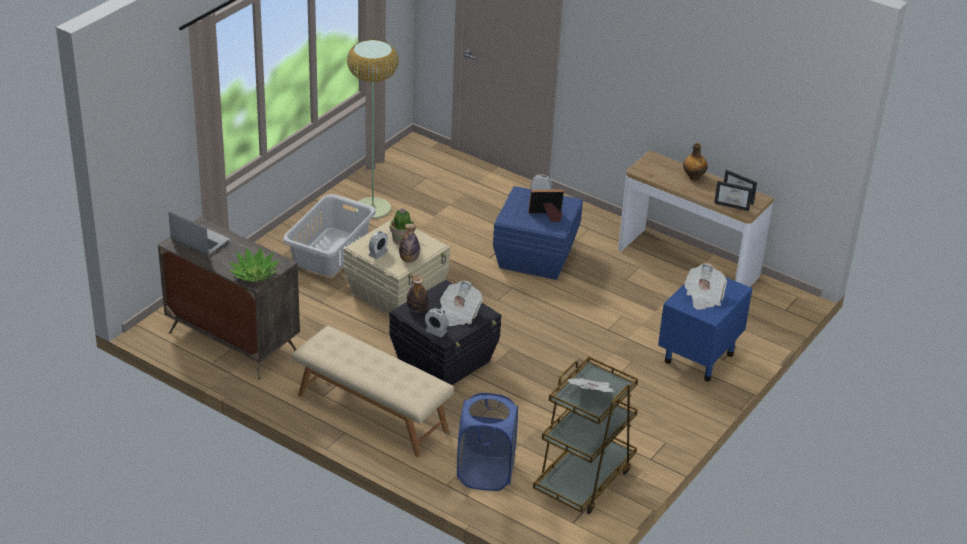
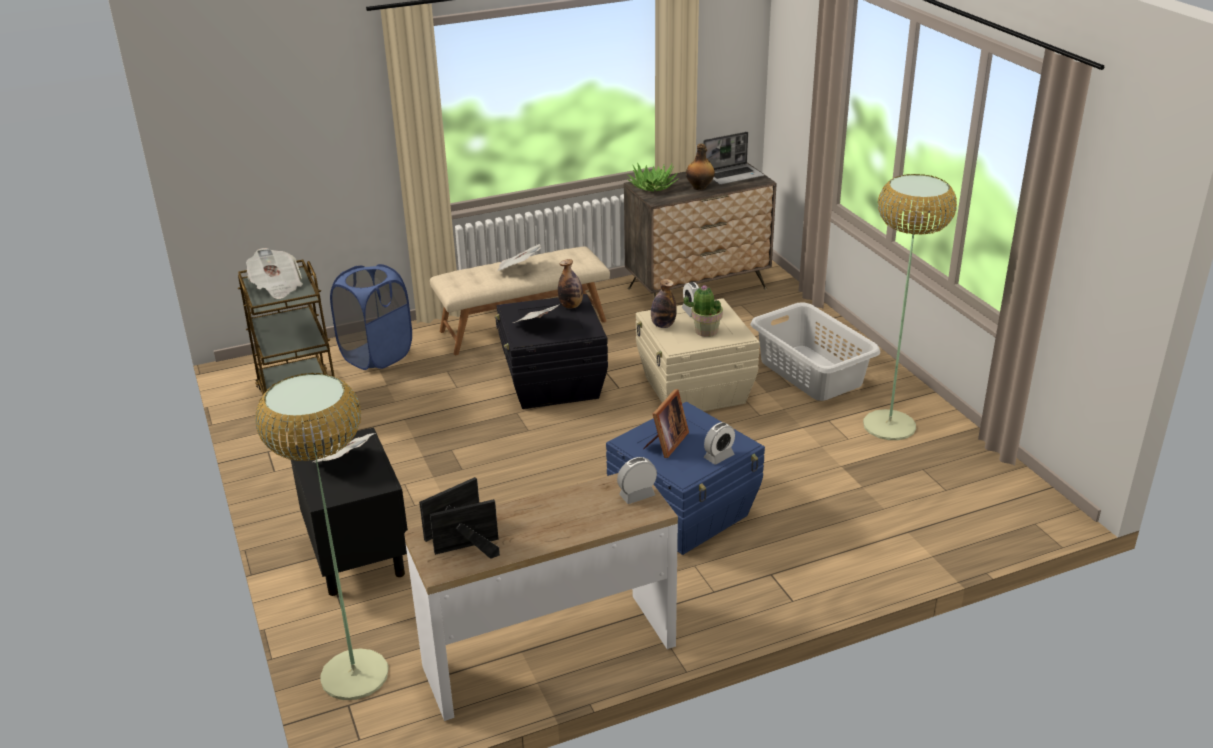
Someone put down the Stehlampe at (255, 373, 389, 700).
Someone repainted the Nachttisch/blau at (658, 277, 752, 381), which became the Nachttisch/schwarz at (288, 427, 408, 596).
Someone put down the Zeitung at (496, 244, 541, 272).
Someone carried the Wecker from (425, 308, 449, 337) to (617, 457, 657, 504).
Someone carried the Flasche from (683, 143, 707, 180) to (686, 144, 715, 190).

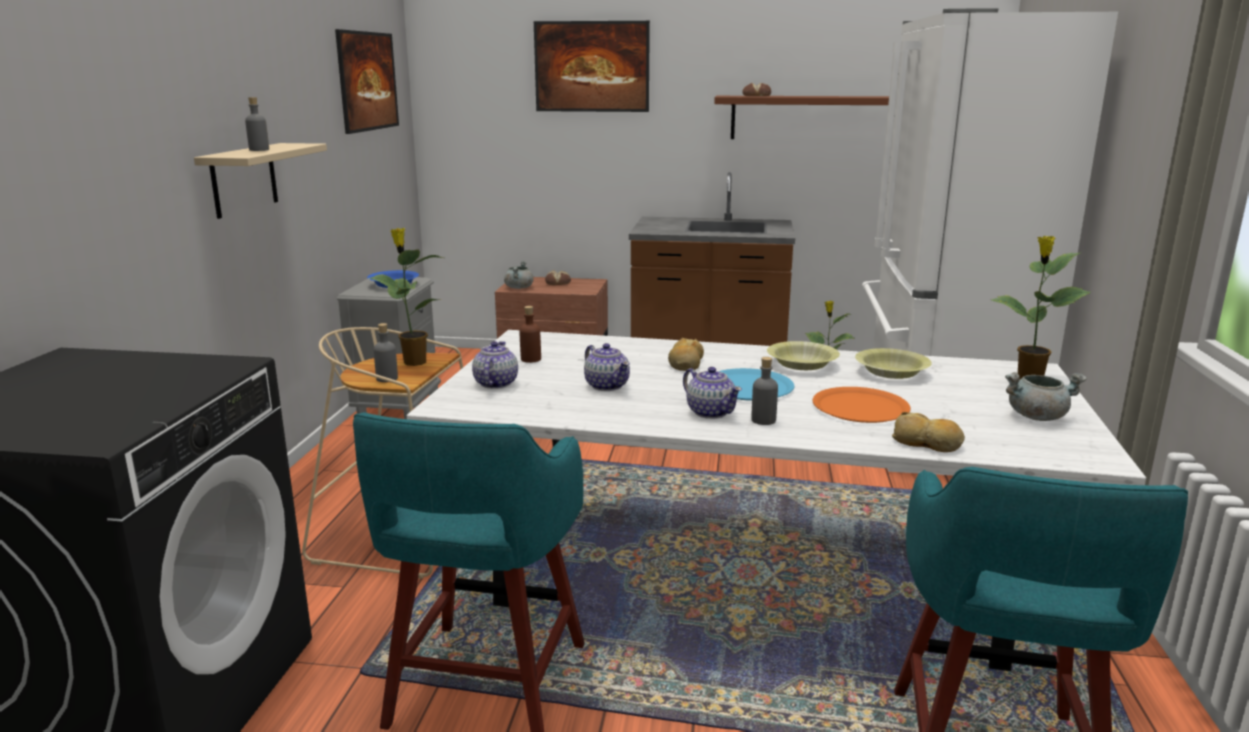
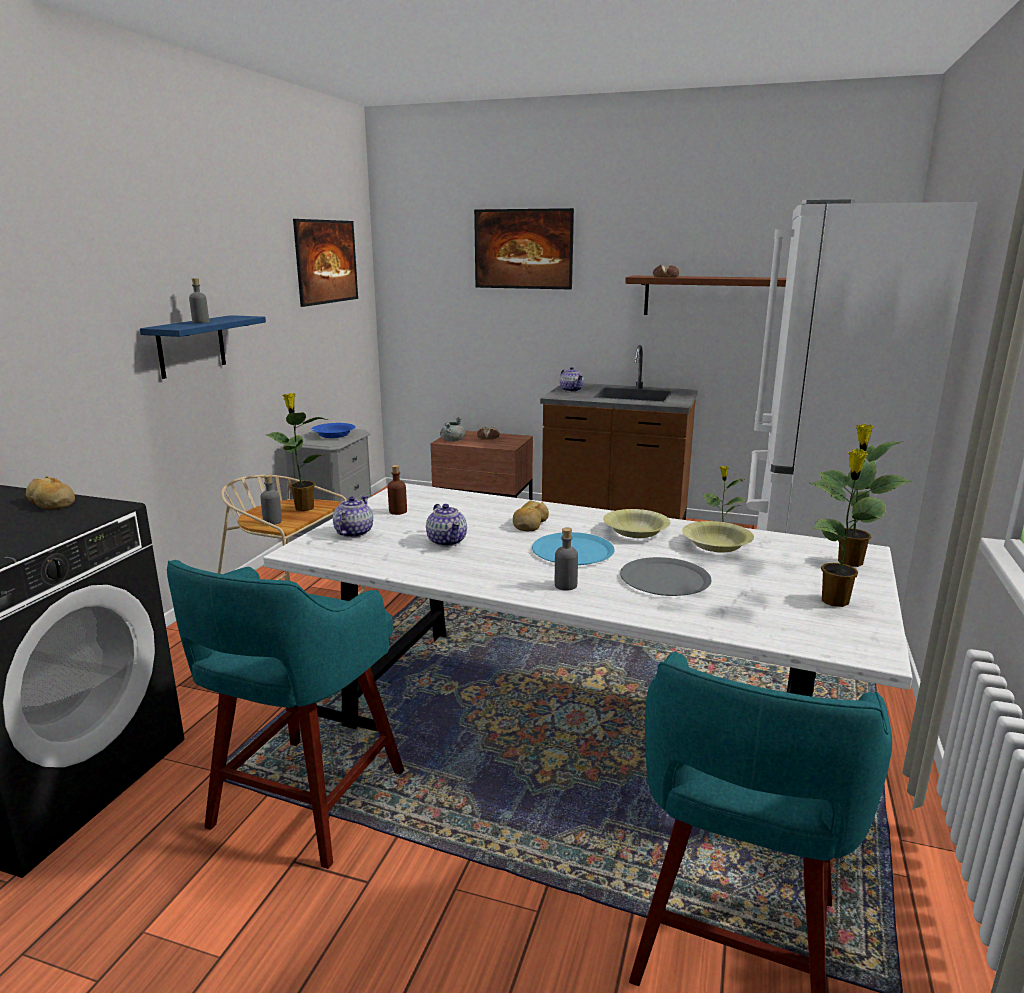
Someone carried the Brot from (892, 412, 965, 452) to (26, 477, 75, 509).
Someone repainted the Wandregal/beige at (194, 143, 327, 219), which became the Wandregal/blau at (140, 315, 266, 379).
Someone carried the Teekanne from (683, 367, 742, 419) to (560, 367, 584, 392).
Someone repainted the Teller/orange at (812, 387, 911, 423), which became the Teller/grau at (620, 557, 711, 596).
Someone swapped the Kochtopf/grau at (1005, 372, 1087, 421) for the Topfpflanze at (812, 449, 886, 607).

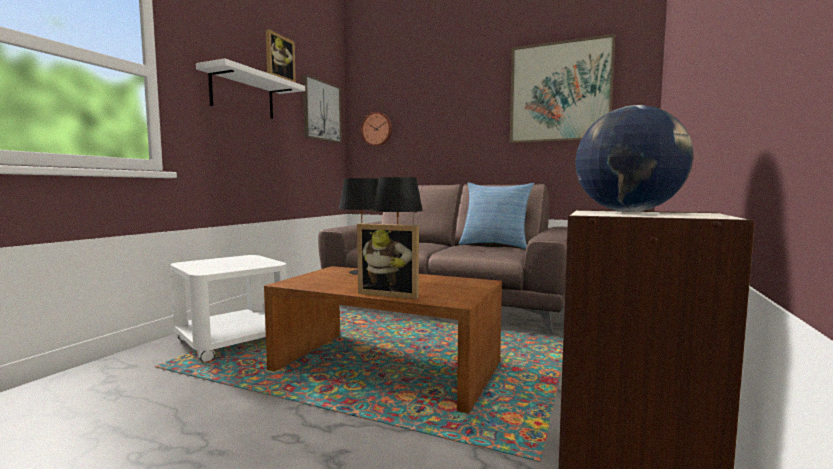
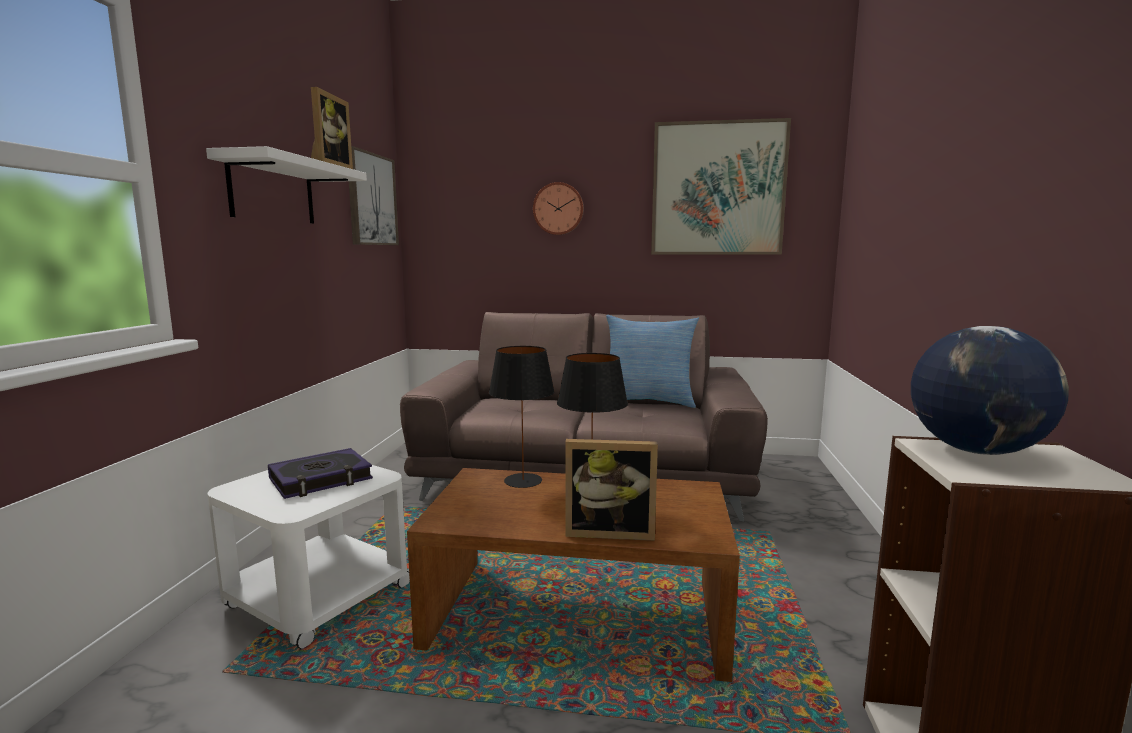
Someone put down the Buch at (268, 448, 373, 499).
Someone carried the Wanduhr from (361, 112, 392, 146) to (533, 182, 584, 235).

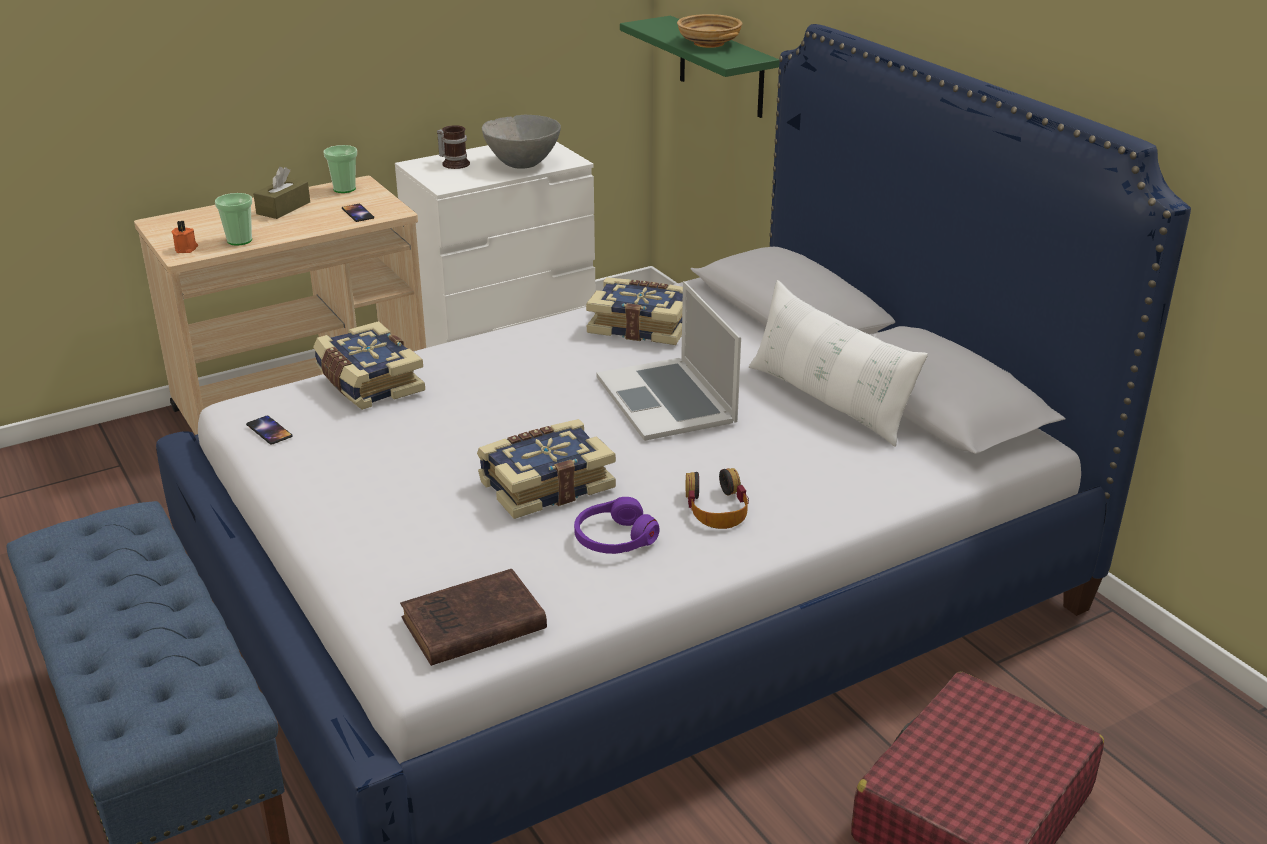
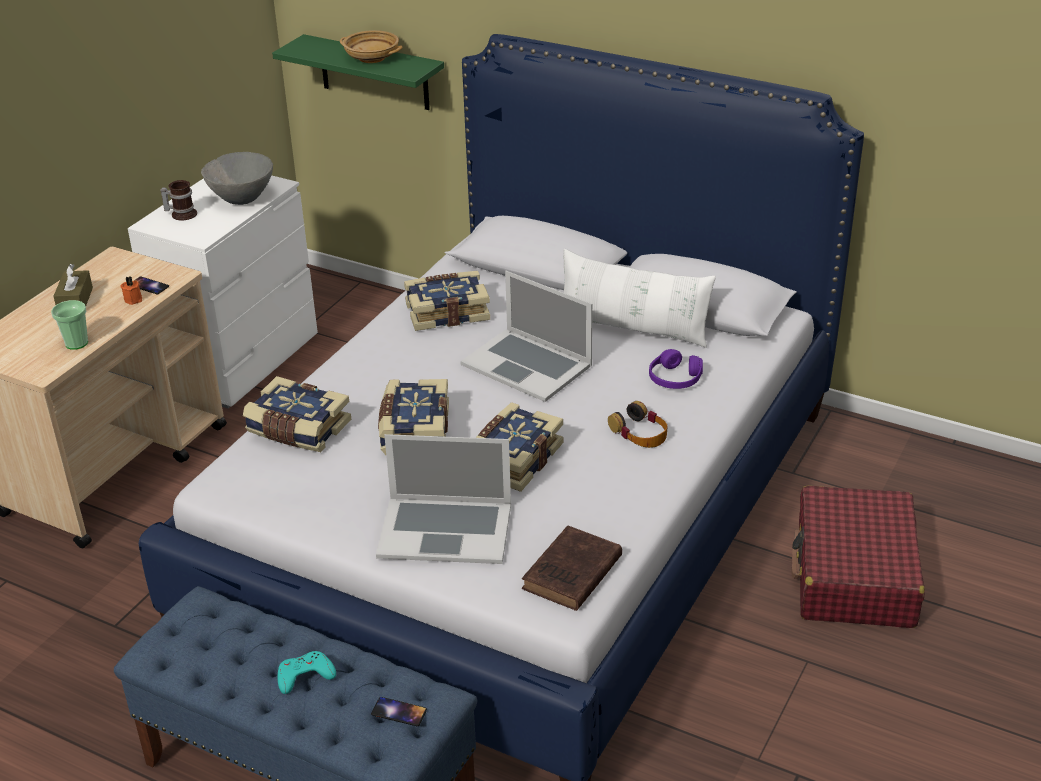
Someone carried the Kerze/orange from (171, 220, 198, 253) to (121, 276, 142, 305).
Someone put down the Gamepad/türkis at (278, 651, 336, 694).
Someone carried the Handy from (246, 416, 293, 445) to (371, 697, 427, 726).
Someone put down the Laptop at (376, 434, 511, 564).
Someone put down the Buch at (378, 379, 449, 455).
Someone carried the Kopfhörer/lila from (574, 497, 660, 554) to (649, 349, 703, 389).
Someone took away the Tasse at (323, 145, 357, 193).

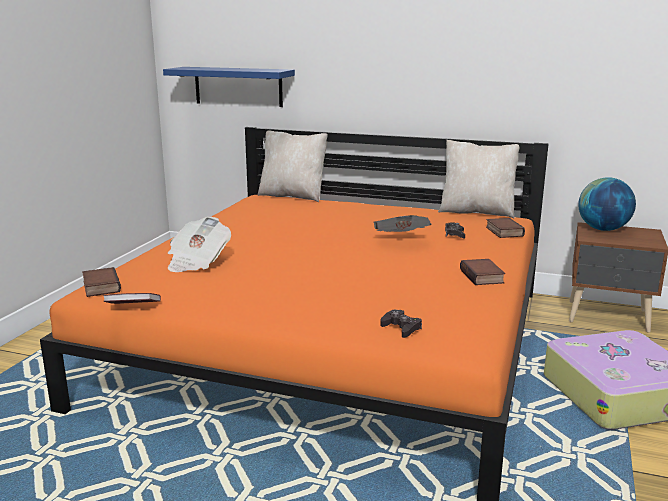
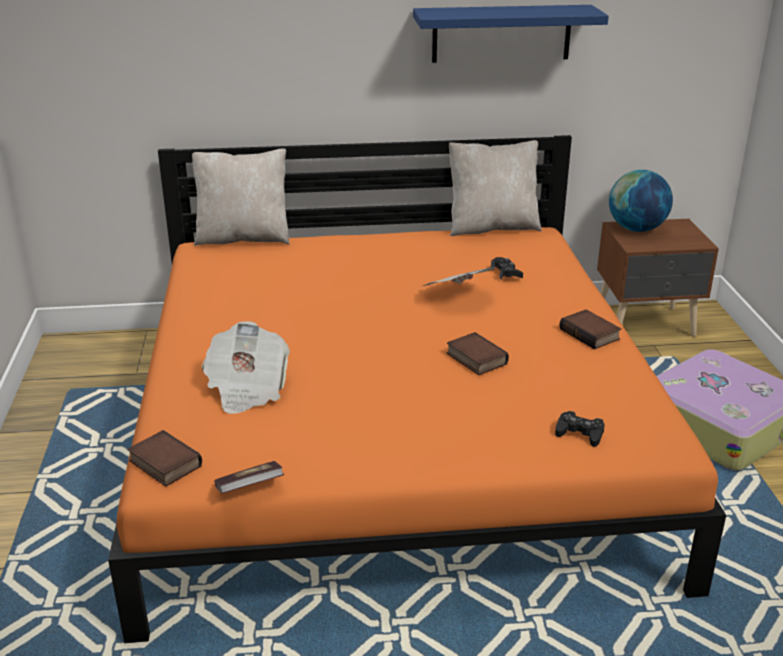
Someone carried the Wandregal/blau from (163, 67, 295, 107) to (413, 5, 609, 63).
Someone carried the Buch from (486, 218, 525, 238) to (447, 332, 509, 375).

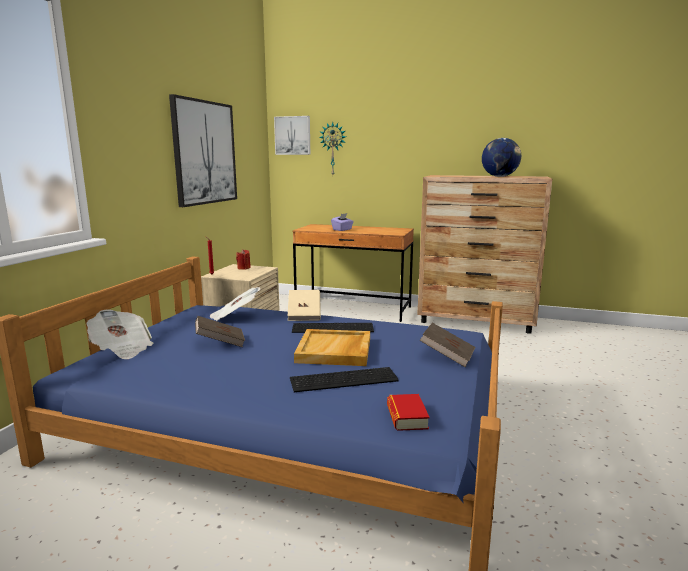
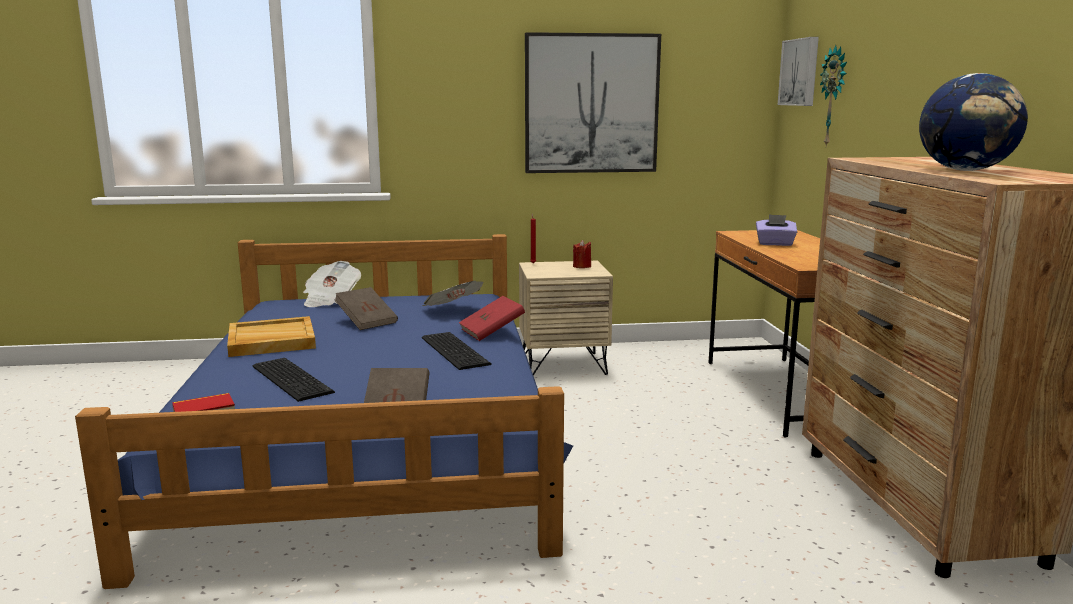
Someone carried the Tablett/beige from (294, 329, 370, 366) to (227, 316, 316, 357).
Someone repainted the Buch/beige at (288, 290, 321, 321), which became the Buch/rot at (459, 296, 525, 341).

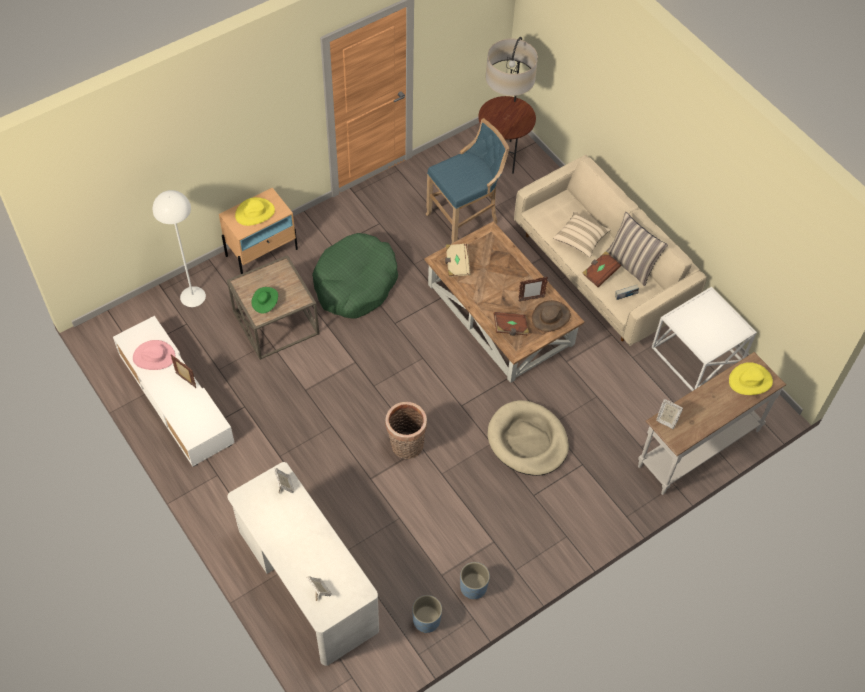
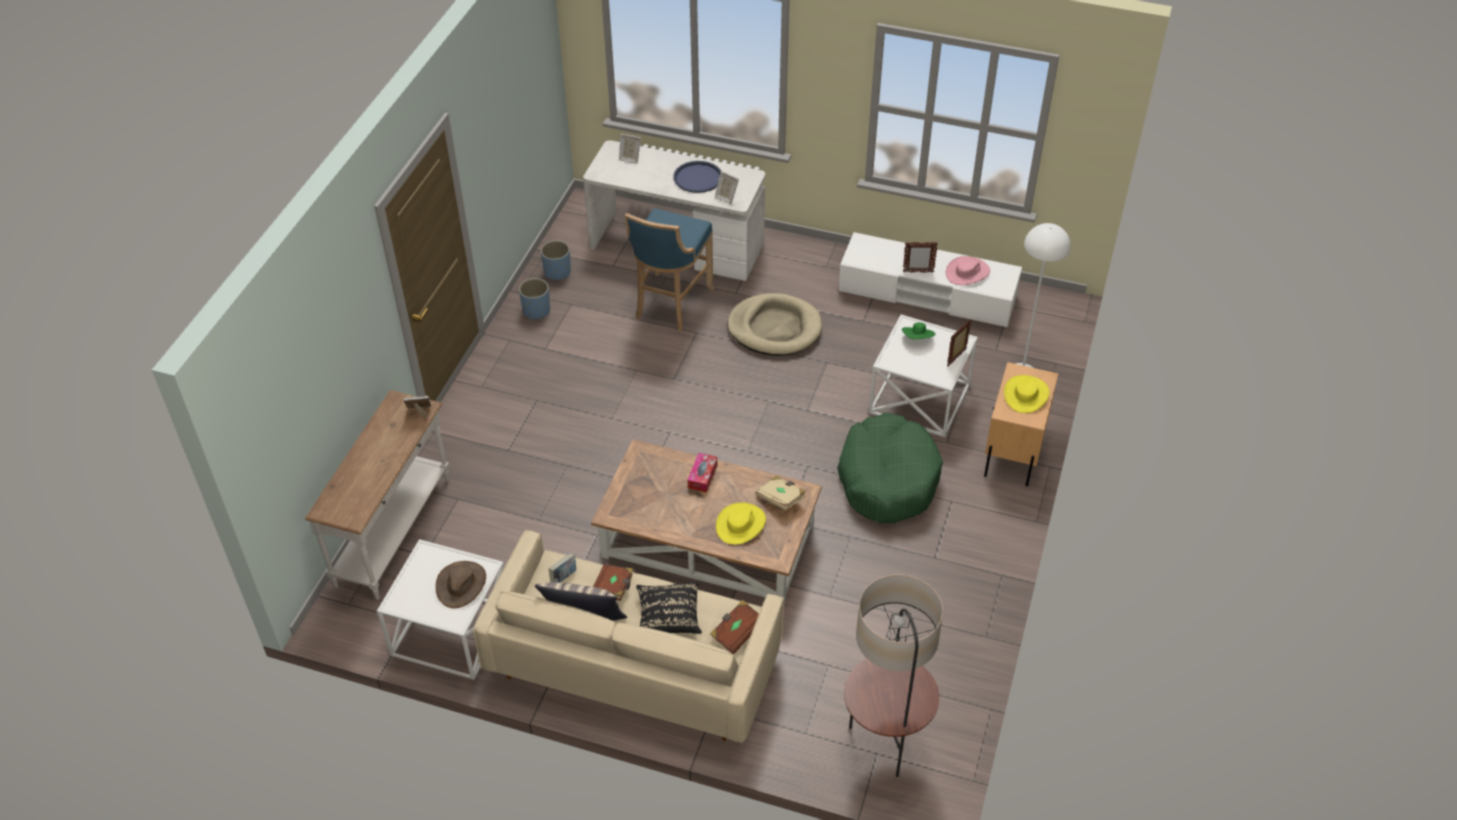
Someone carried the Hut/braun from (532, 300, 571, 332) to (436, 561, 486, 608).
Someone carried the Hocker/blau from (426, 118, 509, 243) to (625, 208, 714, 331).
Someone repainted the Kissen/beige at (553, 211, 611, 258), which became the Kissen/schwarz at (636, 582, 702, 634).
Someone put down the Tablett/blau at (673, 161, 721, 193).
Someone put down the Taschentuchbox at (688, 453, 717, 493).
Someone carried the Buch/braun from (494, 312, 529, 336) to (710, 600, 759, 654).
Someone carried the Hut/gelb from (729, 362, 773, 395) to (716, 502, 766, 545).
Someone carried the Hundebett/beige from (488, 400, 569, 476) to (727, 293, 822, 356).
Someone repainted the Beistelltisch/braun at (227, 255, 319, 360), which became the Beistelltisch/weiß at (869, 314, 978, 437).
Someone carried the Bilderrahmen from (518, 277, 548, 302) to (947, 319, 972, 367).
Someone took away the Korb at (385, 402, 427, 459).

